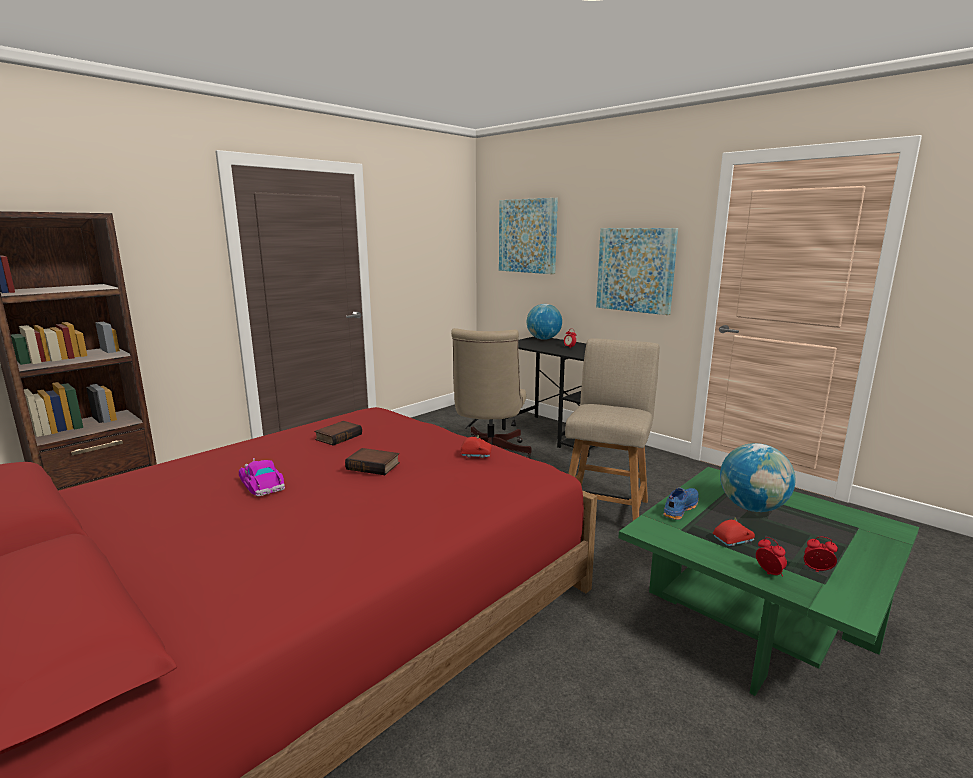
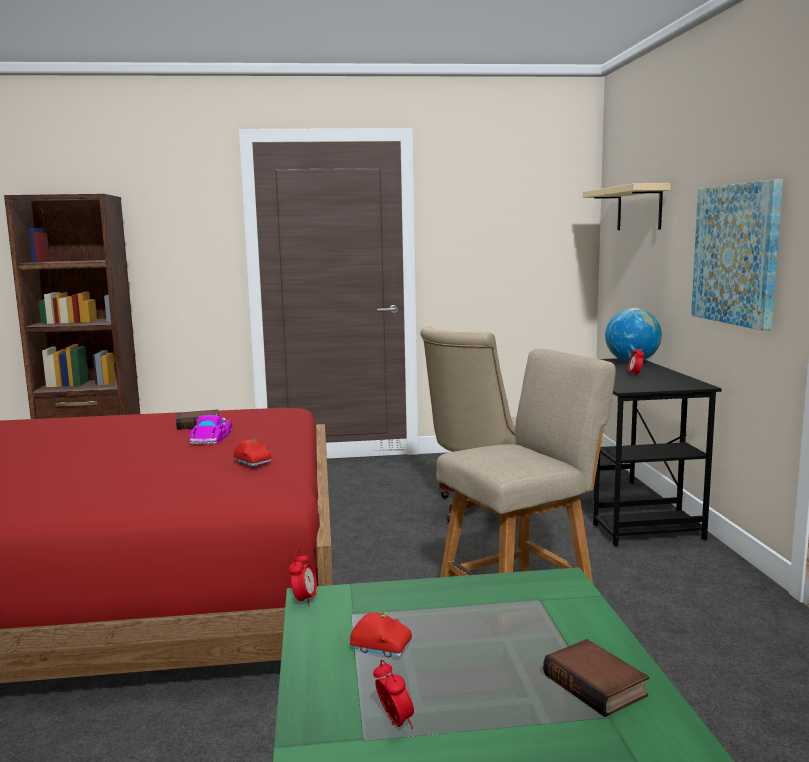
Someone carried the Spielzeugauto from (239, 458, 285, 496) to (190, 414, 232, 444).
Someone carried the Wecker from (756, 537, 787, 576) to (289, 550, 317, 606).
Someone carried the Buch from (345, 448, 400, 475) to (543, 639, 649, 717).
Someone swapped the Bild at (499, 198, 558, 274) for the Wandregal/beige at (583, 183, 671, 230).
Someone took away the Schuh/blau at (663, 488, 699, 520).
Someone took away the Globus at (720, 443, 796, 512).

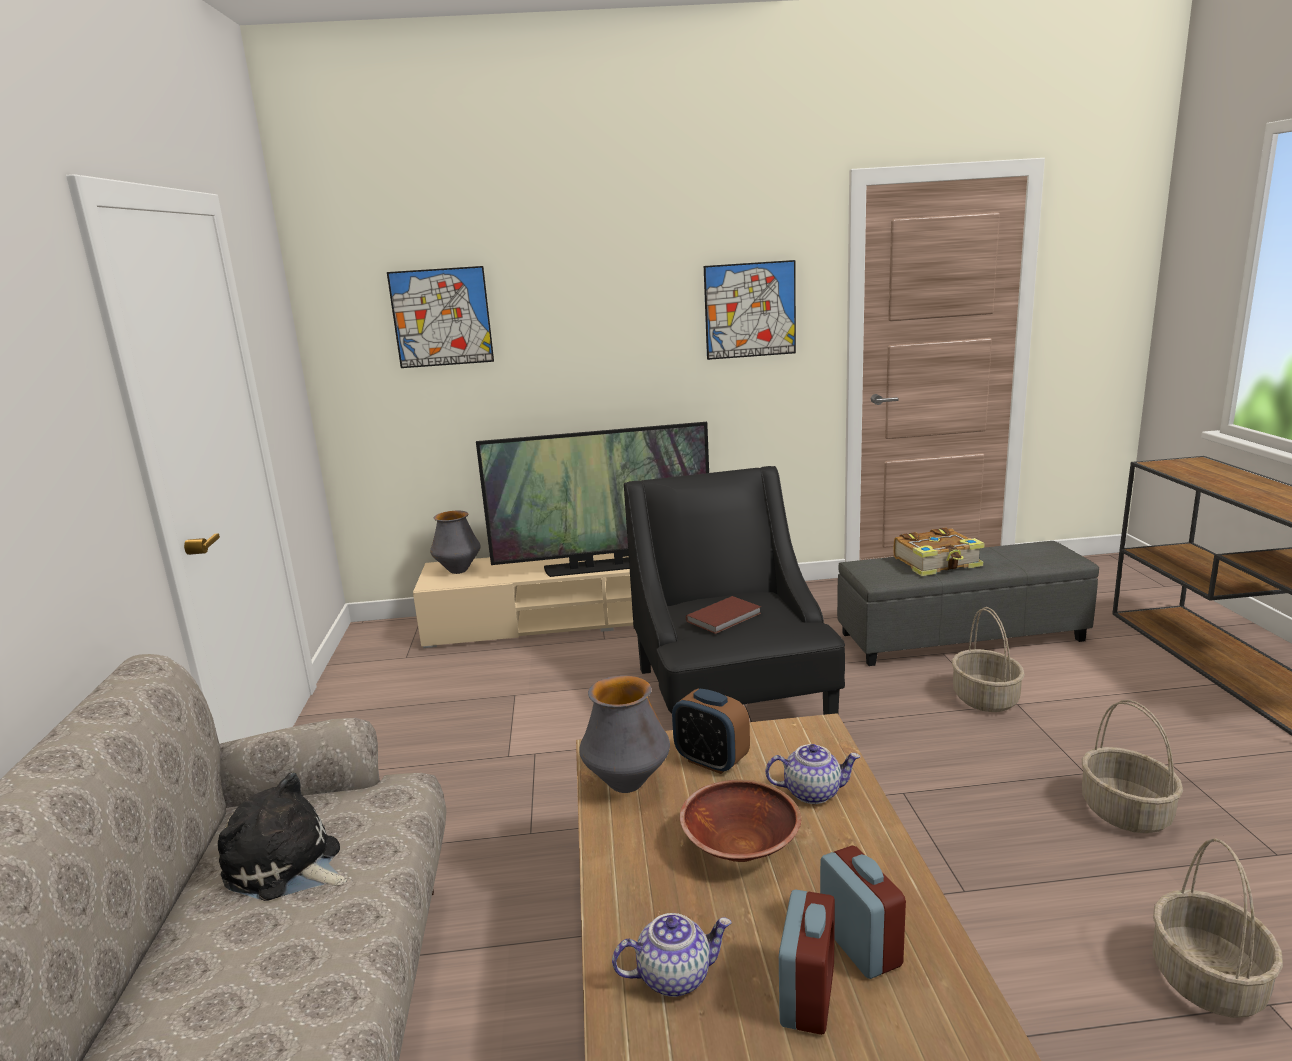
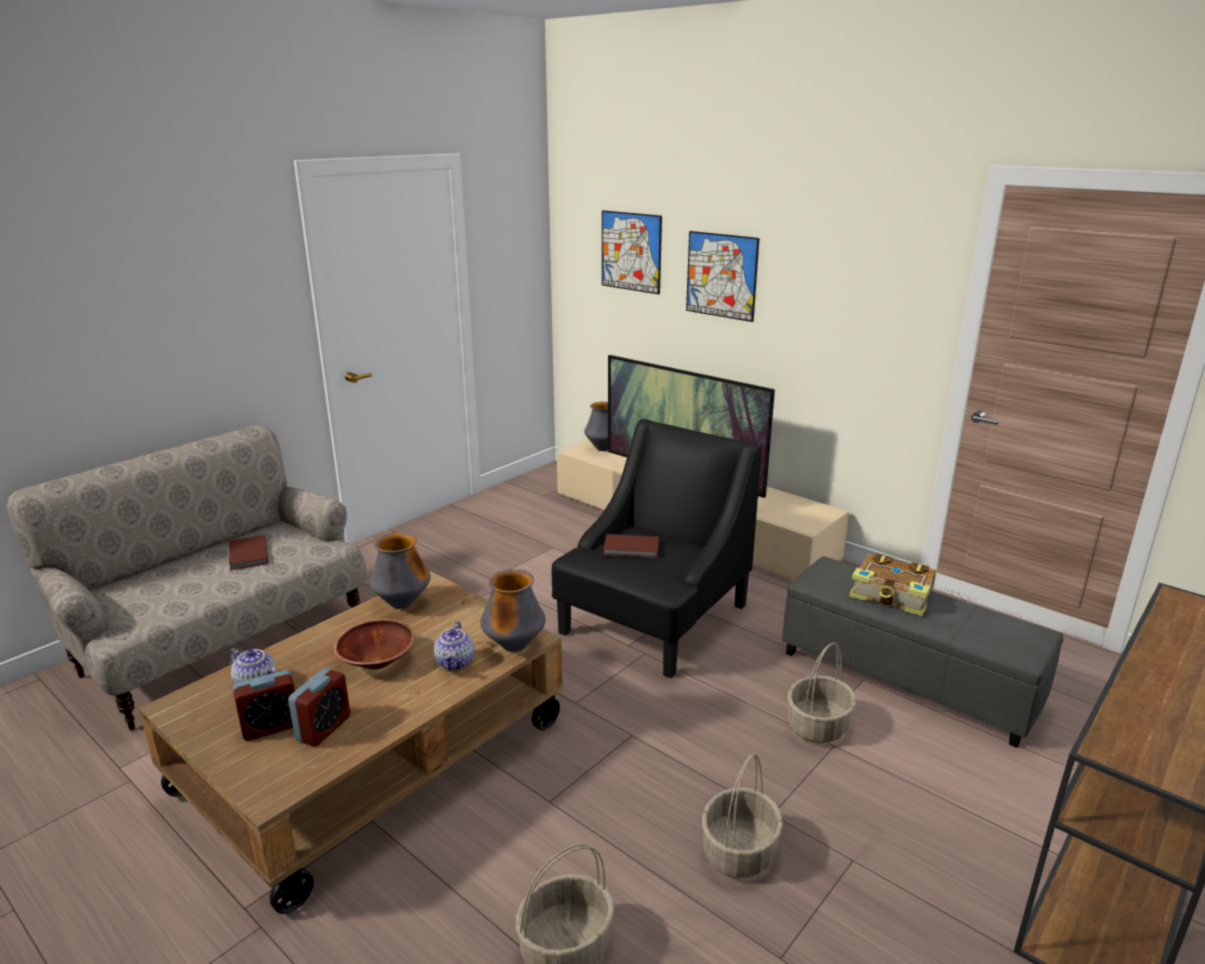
Someone swapped the Plüschtier at (218, 772, 347, 901) for the Buch/braun at (229, 535, 268, 570).
Someone rotated the Teekanne at (765, 744, 860, 804) by 45 degrees clockwise.
Someone put down the Vase at (480, 569, 546, 652).
Someone carried the Bild from (704, 260, 796, 360) to (686, 231, 759, 322).
Someone took away the Wecker at (672, 689, 750, 774).

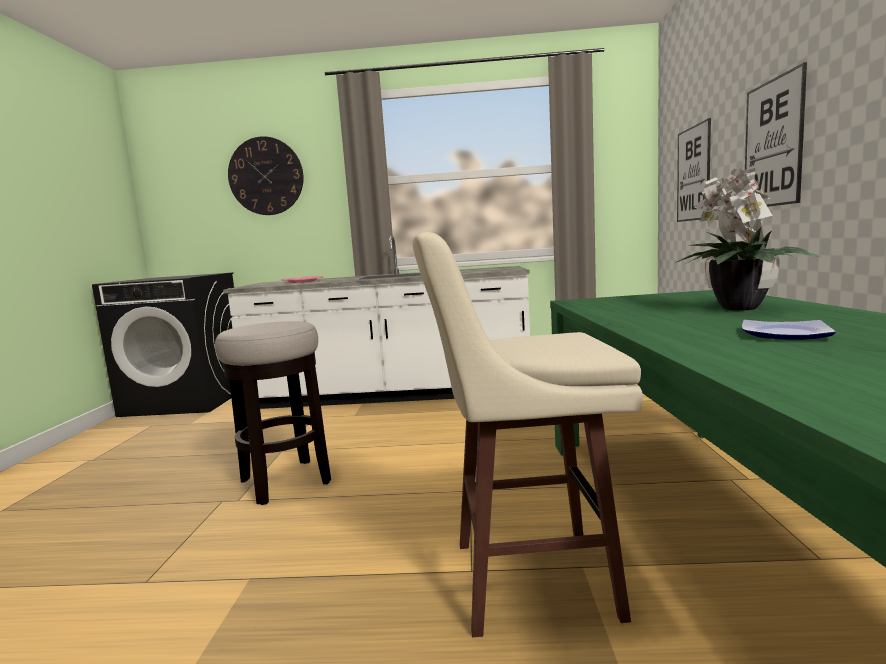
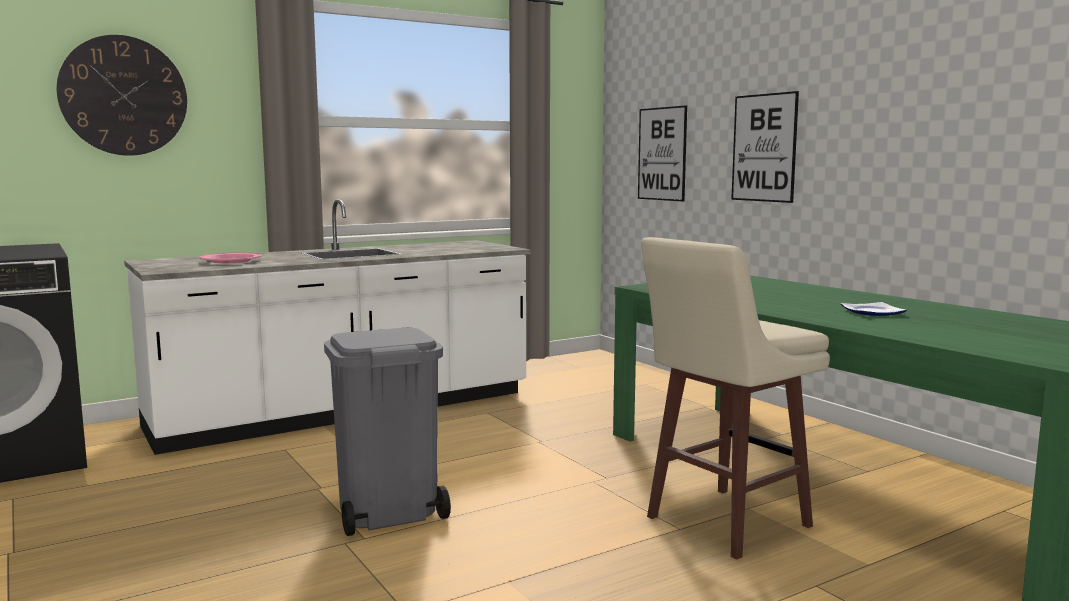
Someone swapped the Hocker at (215, 321, 331, 505) for the Mülleimer/grau at (324, 328, 451, 536).
Someone took away the Topfpflanze at (675, 168, 823, 310).

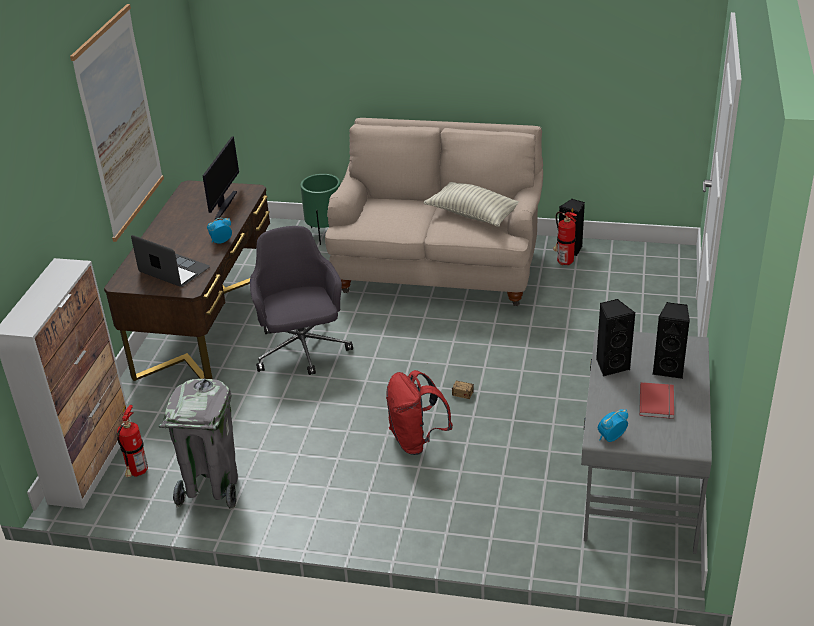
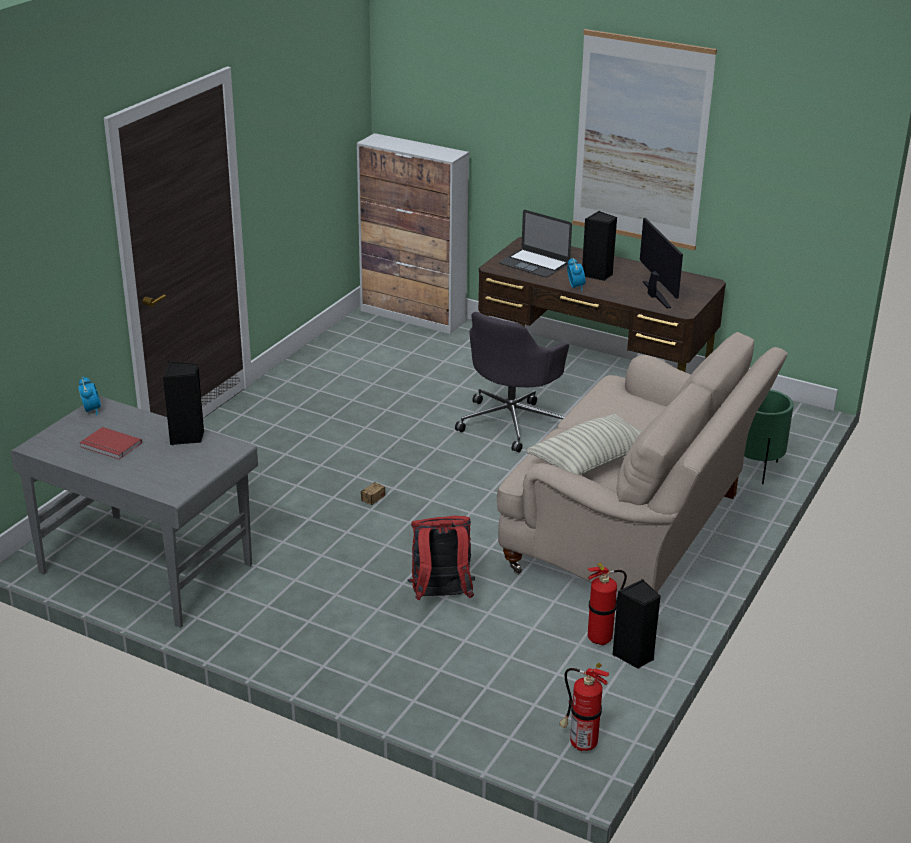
Someone carried the Rucksack/rot from (386, 370, 453, 455) to (408, 516, 475, 600).
Someone rotated the Bürostuhl/grau at (250, 226, 353, 375) by 120 degrees clockwise.
Someone rotated the Laptop at (131, 235, 210, 287) by 75 degrees clockwise.
Someone carried the Feuerlöscher from (117, 405, 148, 477) to (559, 662, 609, 751).
Someone carried the Lautsprecher/schwarz from (652, 302, 690, 379) to (582, 211, 617, 281).
Someone rotated the Monitor at (203, 137, 239, 220) by 135 degrees counterclockwise.
Someone took away the Mülleimer/grau at (159, 379, 238, 510).

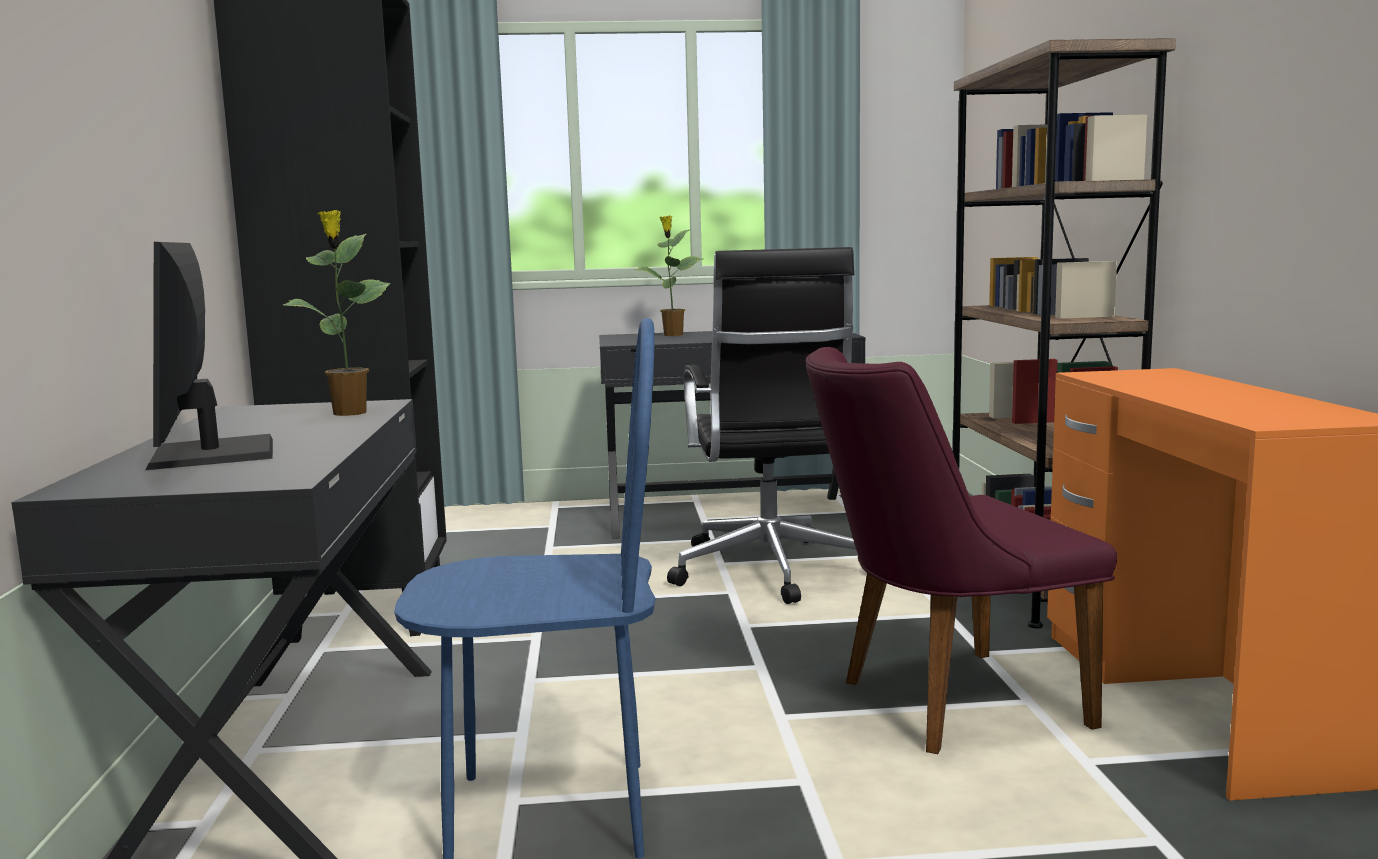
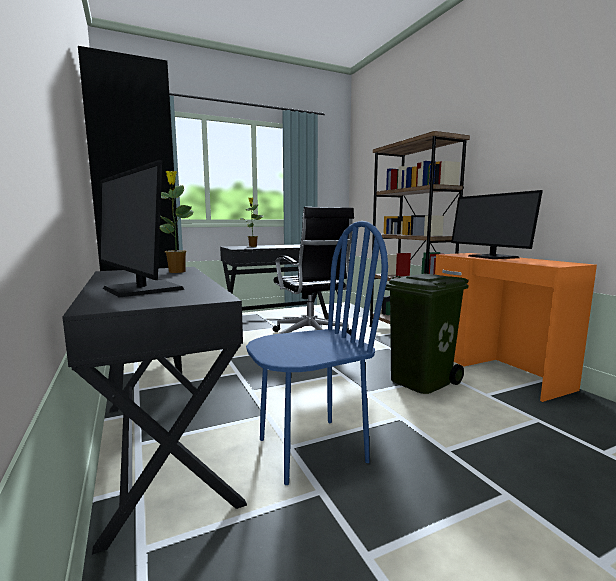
Someone swapped the Stuhl/lila at (806, 347, 1117, 754) for the Mülleimer/grün at (385, 273, 469, 394).
Someone put down the Monitor at (451, 190, 543, 259).

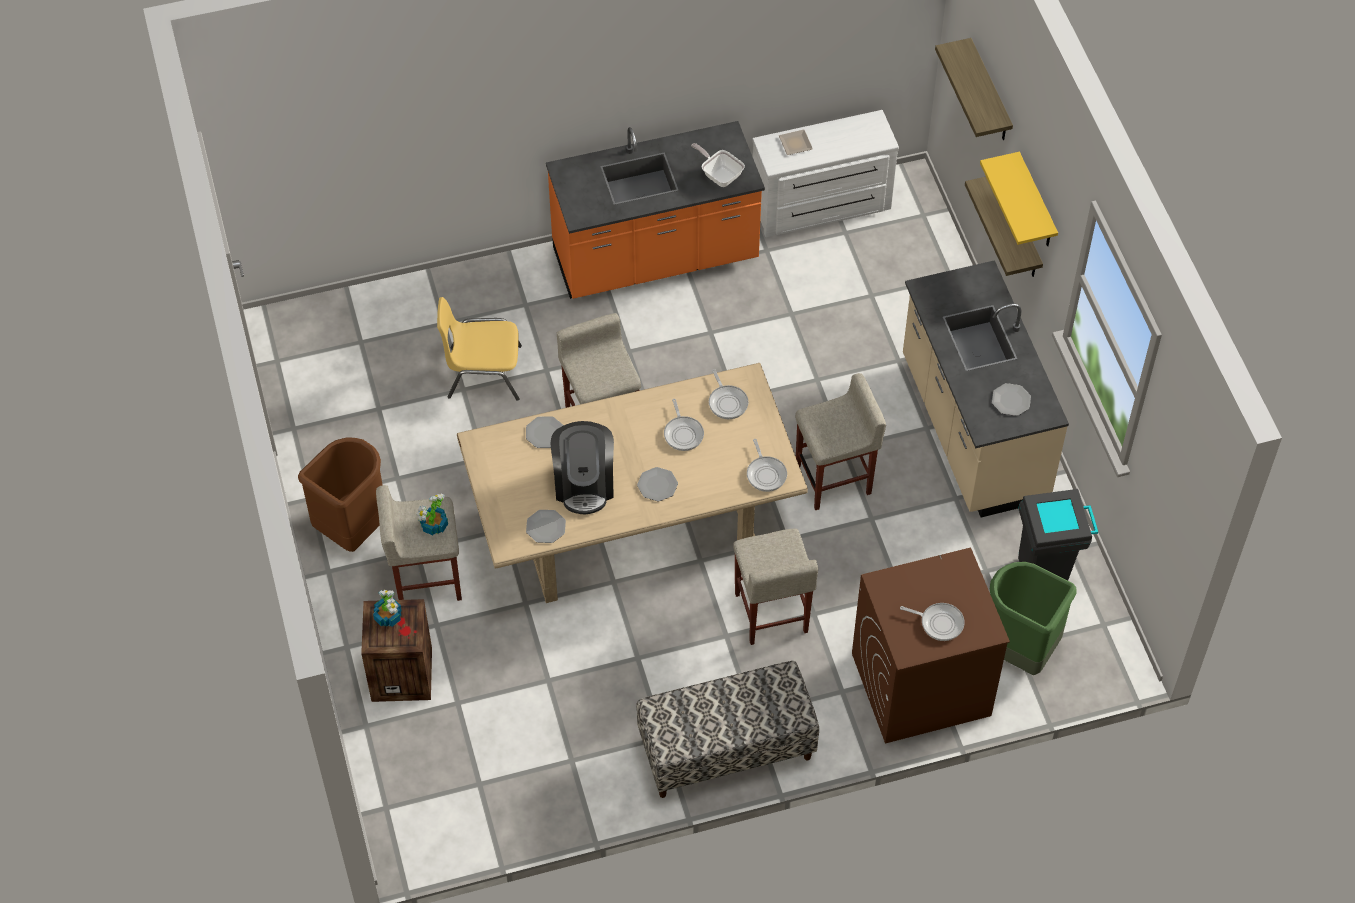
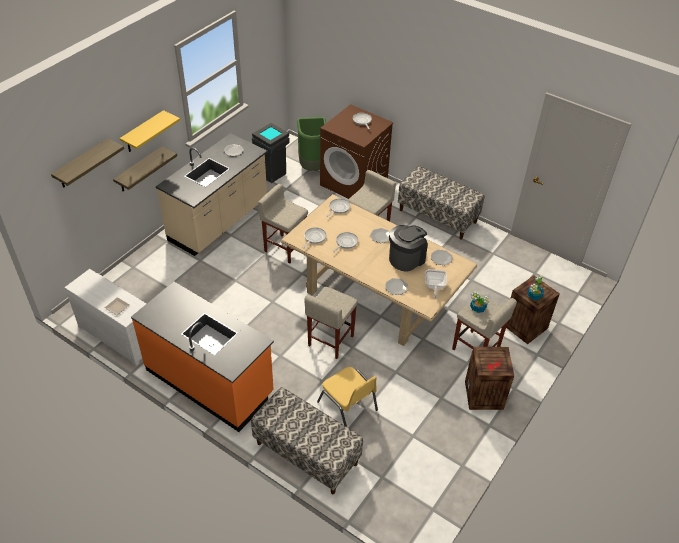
Someone put down the Bank at (251, 387, 363, 494).
Someone carried the Pfanne from (691, 143, 745, 187) to (425, 269, 447, 298).
Someone swapped the Mülleimer/braun at (298, 437, 383, 552) for the Kiste at (465, 347, 514, 410).

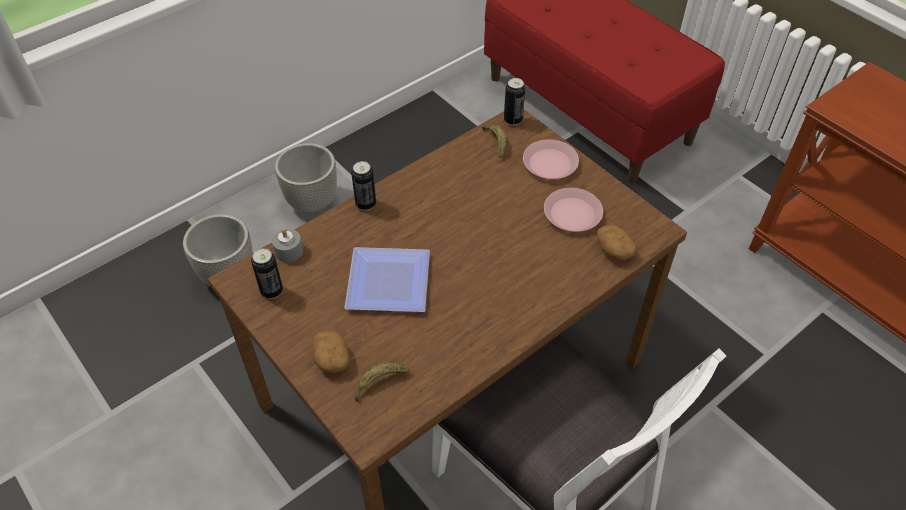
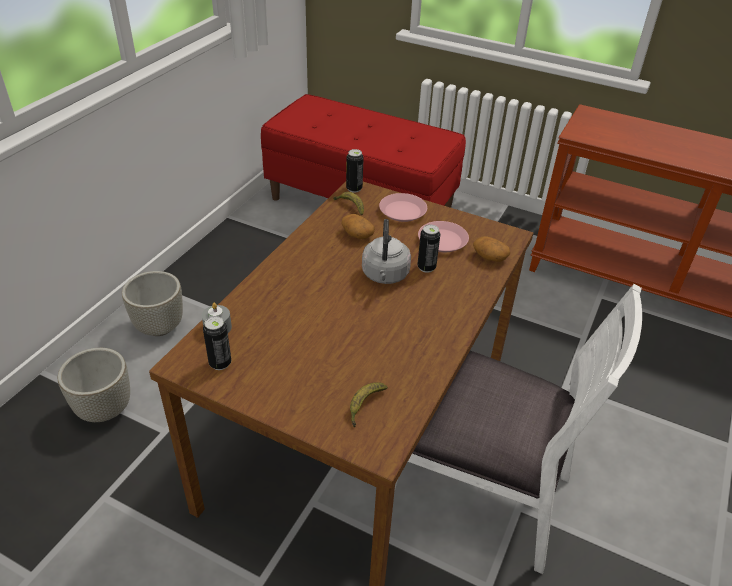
Someone carried the Kartoffel from (313, 330, 350, 373) to (342, 214, 375, 239).
Someone put down the Wasserkessel/grau at (362, 219, 411, 284).
Someone carried the Dose from (351, 161, 376, 211) to (417, 225, 440, 273).
Someone took away the Teller at (344, 247, 430, 312).

